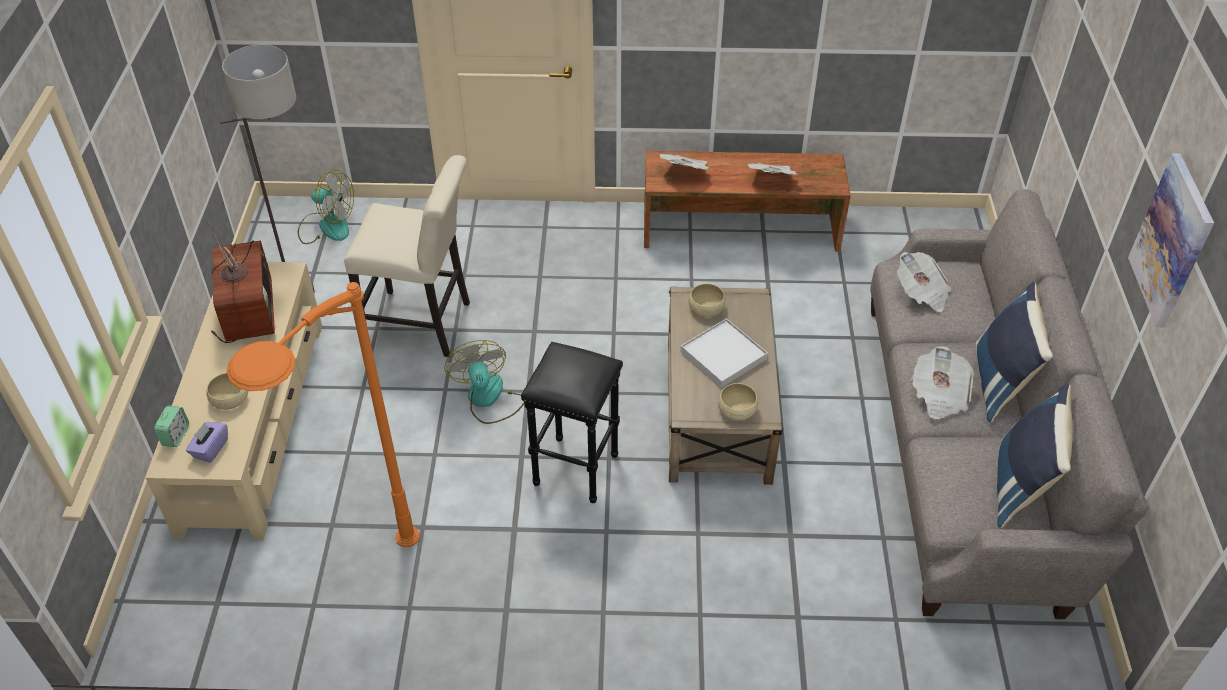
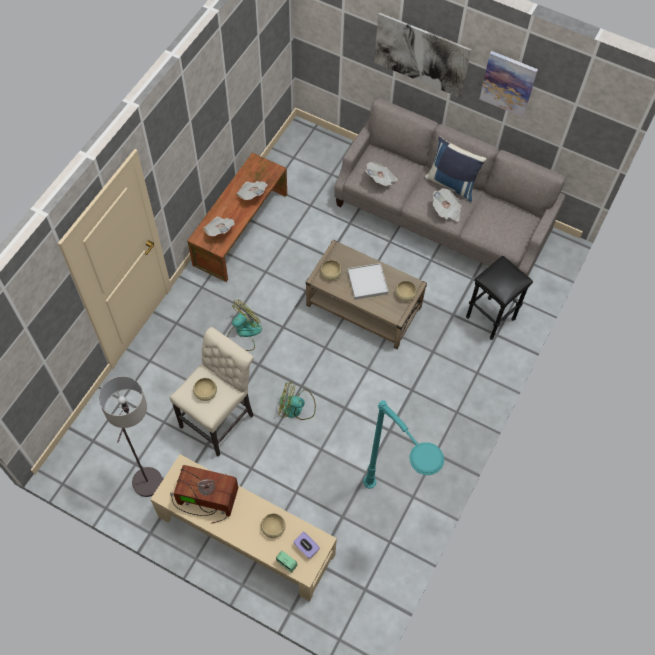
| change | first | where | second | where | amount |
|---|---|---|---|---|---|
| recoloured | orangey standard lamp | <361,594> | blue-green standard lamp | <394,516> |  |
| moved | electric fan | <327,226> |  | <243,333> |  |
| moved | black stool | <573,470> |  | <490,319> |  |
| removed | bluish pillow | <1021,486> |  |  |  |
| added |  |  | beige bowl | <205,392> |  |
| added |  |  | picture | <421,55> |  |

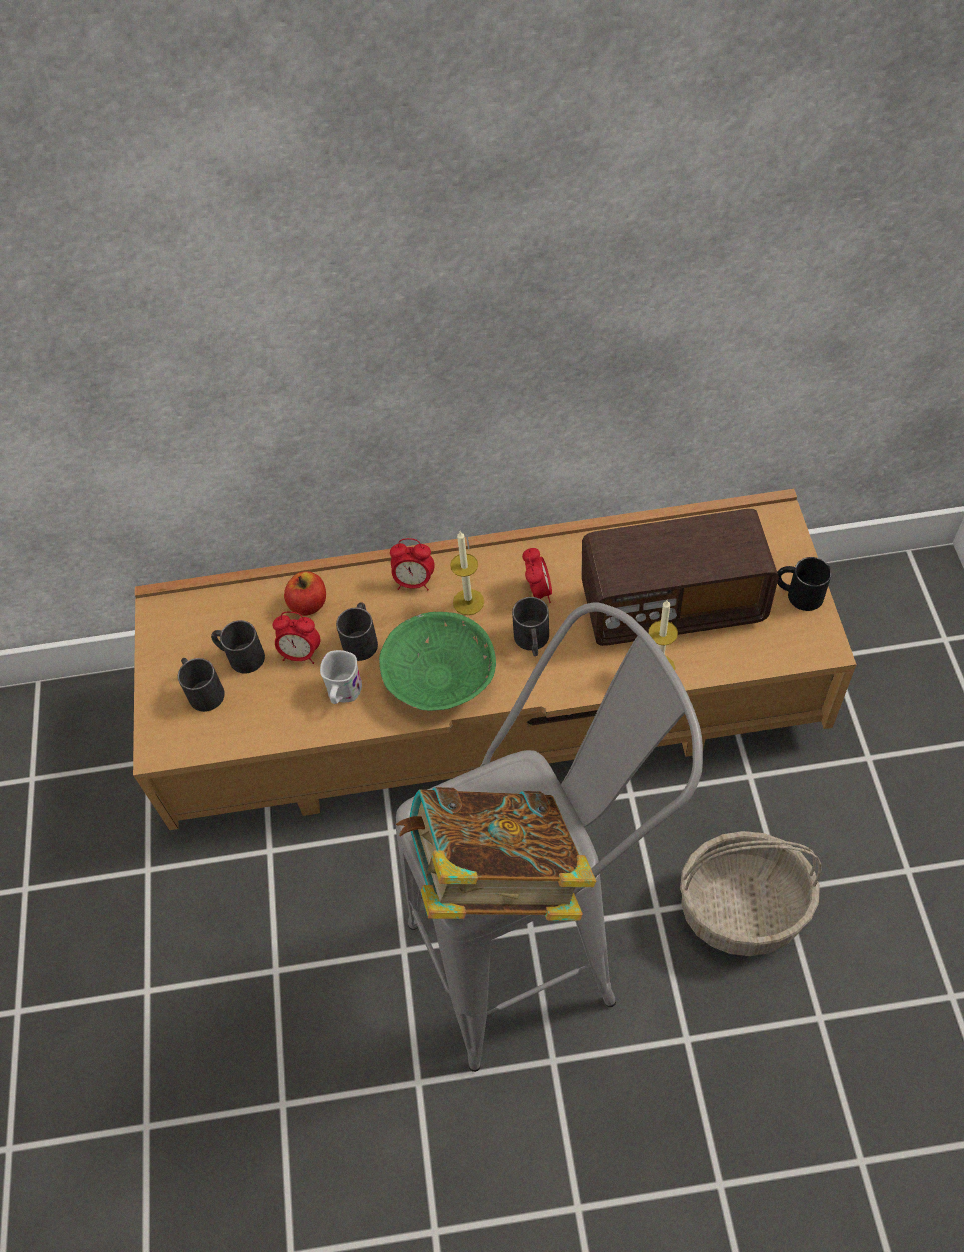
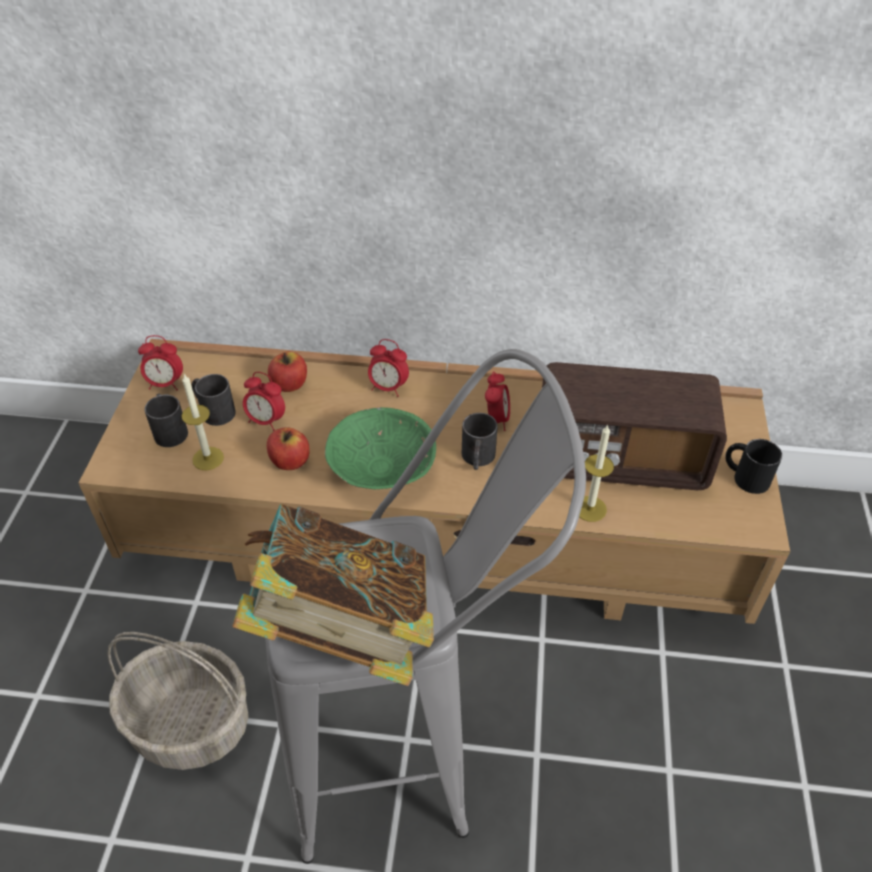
| change | first | where | second | where | amount |
|---|---|---|---|---|---|
| replaced | white mug | <343,694> | apple fruit | <290,461> |  |
| removed | black mug | <361,639> |  |  |  |
| moved | candle | <468,602> |  | <208,458> |  |
| moved | basket | <743,908> |  | <192,723> |  |
| added |  |  | table clock | <165,384> |  |

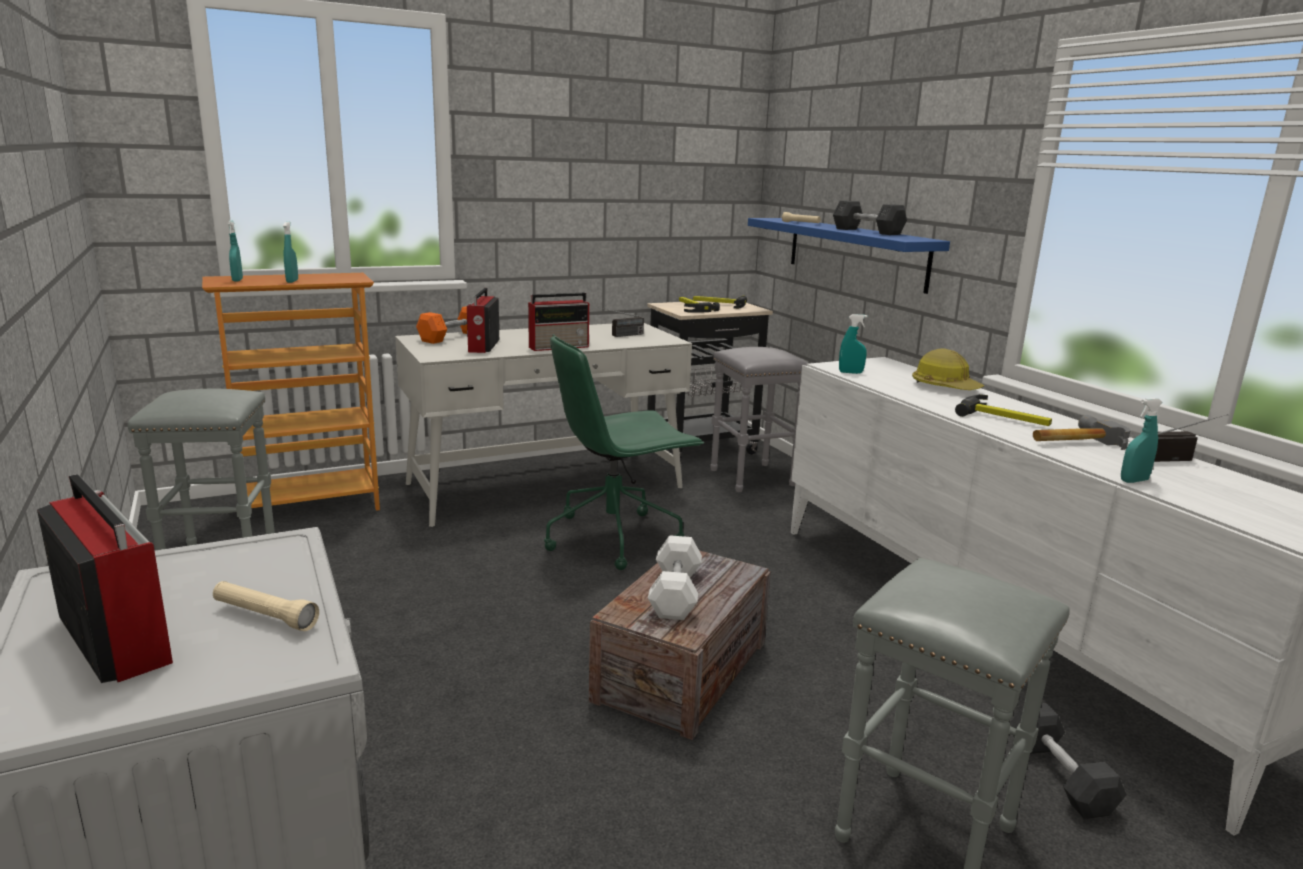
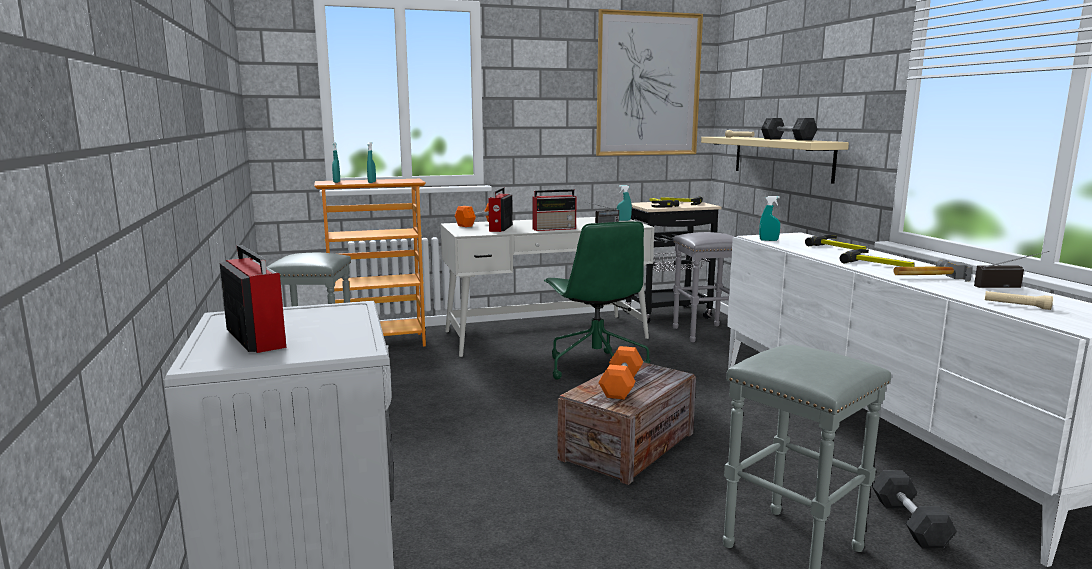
| change | first | where | second | where | amount |
|---|---|---|---|---|---|
| moved | beige torch | <265,616> |  | <1016,305> |  |
| turned | green-coloured office chair | <618,537> |  | <594,367> | 90 degrees counterclockwise |
| recoloured | white free weight | <675,593> | orangey free weight | <621,385> |  |
| recoloured | bluish wall shelf | <855,252> | beige wall shelf | <781,157> |  |
| replaced | work helmet | <944,387> | tool hammer | <840,248> |  |
| moved | blue-green sprayer | <1134,481> |  | <623,220> |  |
| added |  |  | picture | <648,84> |  |

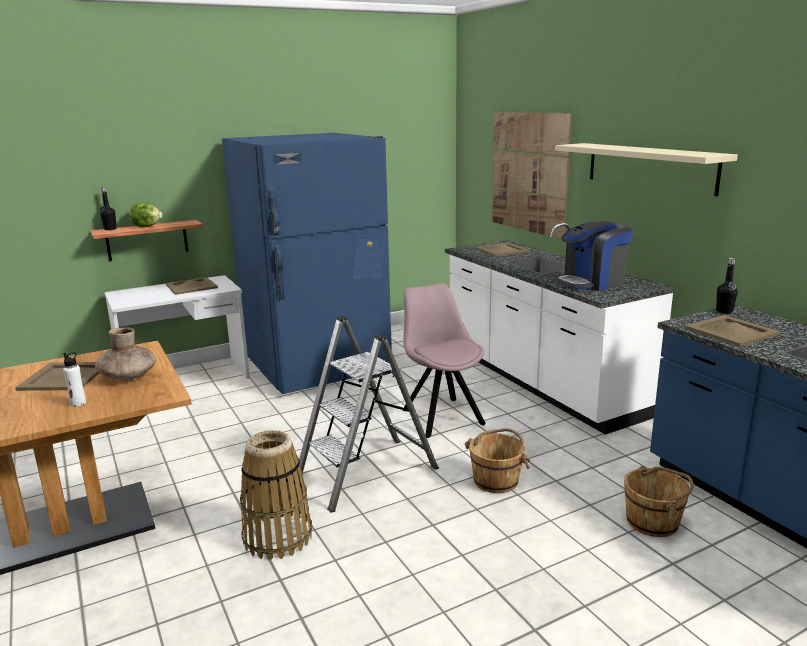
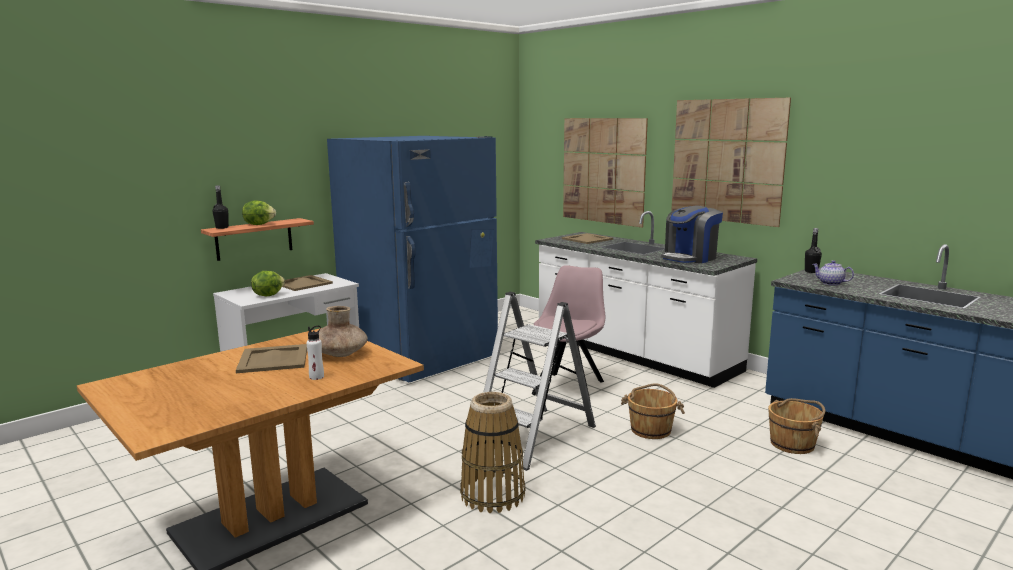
| change | first | where | second | where | amount |
|---|---|---|---|---|---|
| turned | pink-coloured chair | <442,417> |  | <569,387> | 60 degrees clockwise |
| replaced | beige wall shelf | <649,167> | picture | <727,161> |  |
| replaced | beige serving tray | <731,331> | teapot | <830,283> |  |
| added |  |  | lettuce | <268,295> |  |

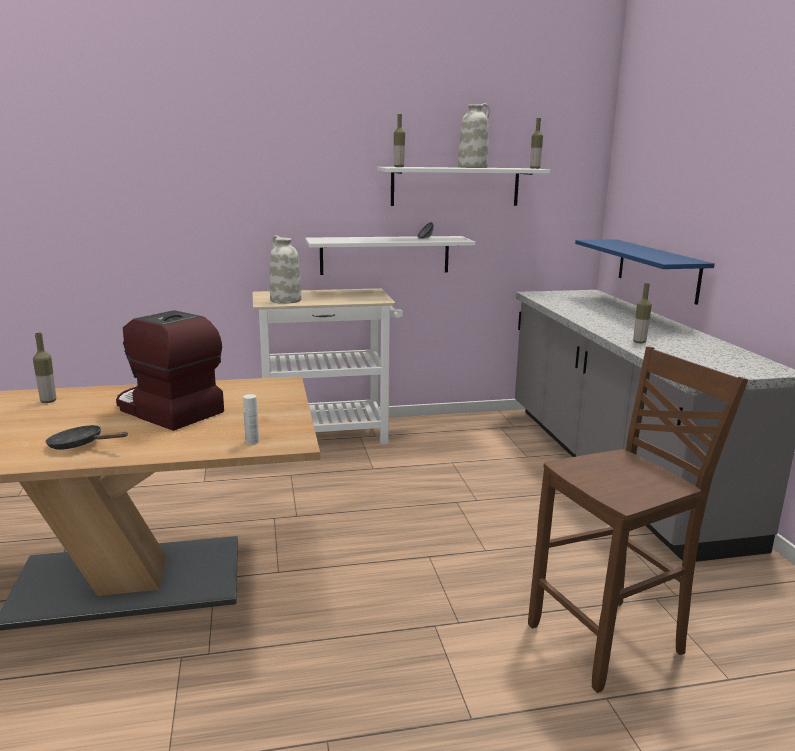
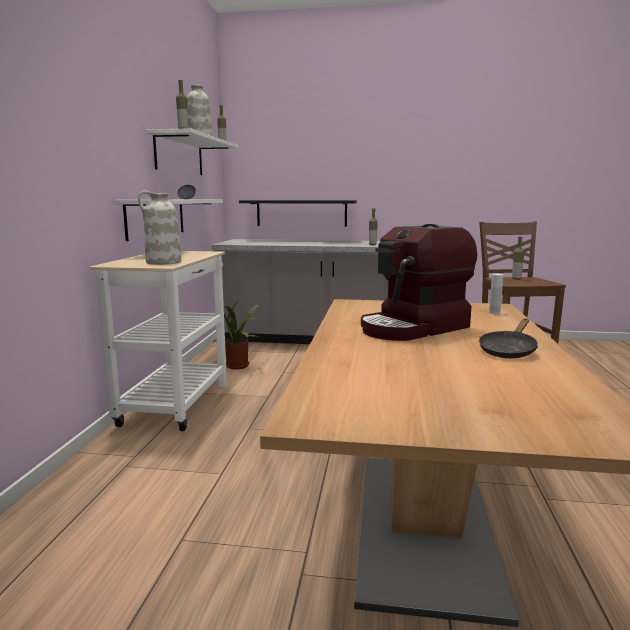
| change | first | where | second | where | amount |
|---|---|---|---|---|---|
| moved | beverage bottle | <48,401> |  | <516,279> |  |
| recoloured | bluish wall shelf | <657,270> | black wall shelf | <301,213> |  |
| added |  |  | houseplant | <239,366> |  |

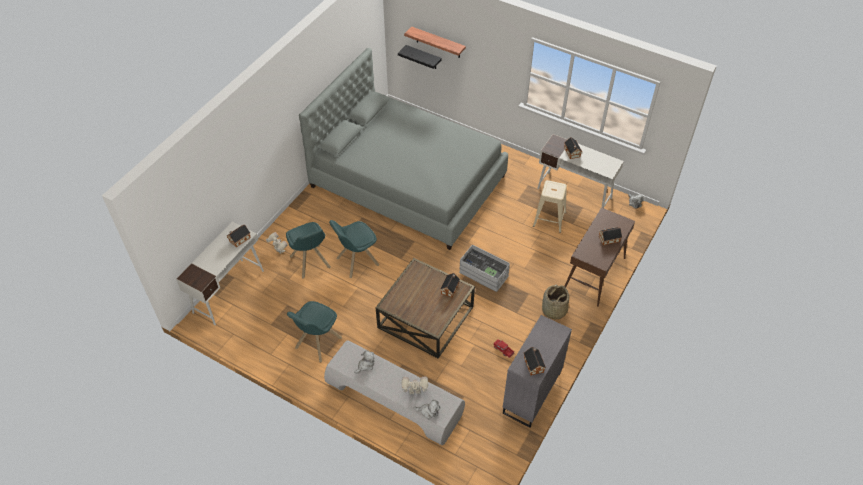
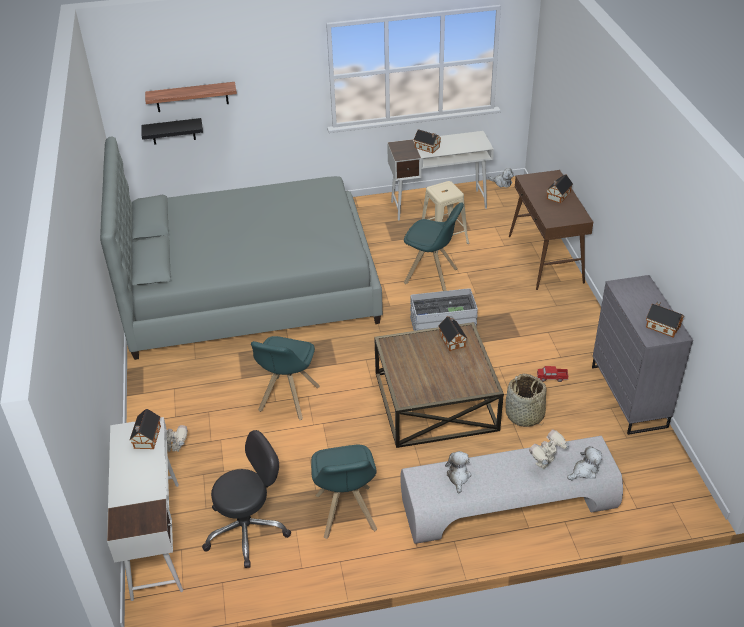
| change | first | where | second | where | amount |
|---|---|---|---|---|---|
| moved | blue-green chair | <310,262> |  | <431,276> |  |
| moved | basket | <554,310> |  | <524,415> |  |
| added |  |  | black office chair | <250,528> |  |

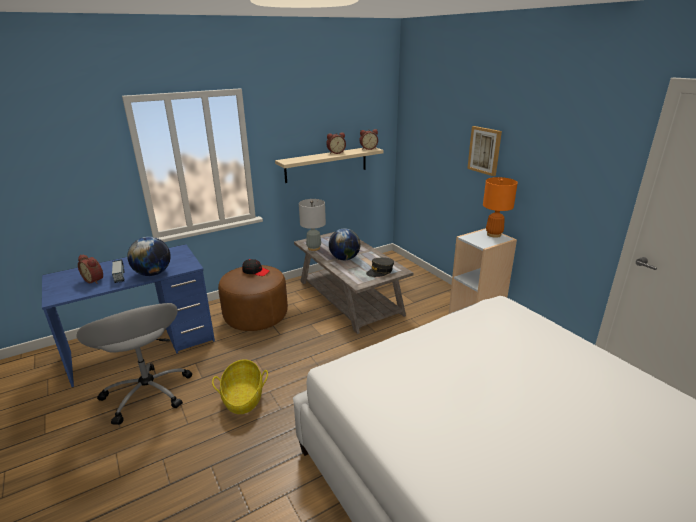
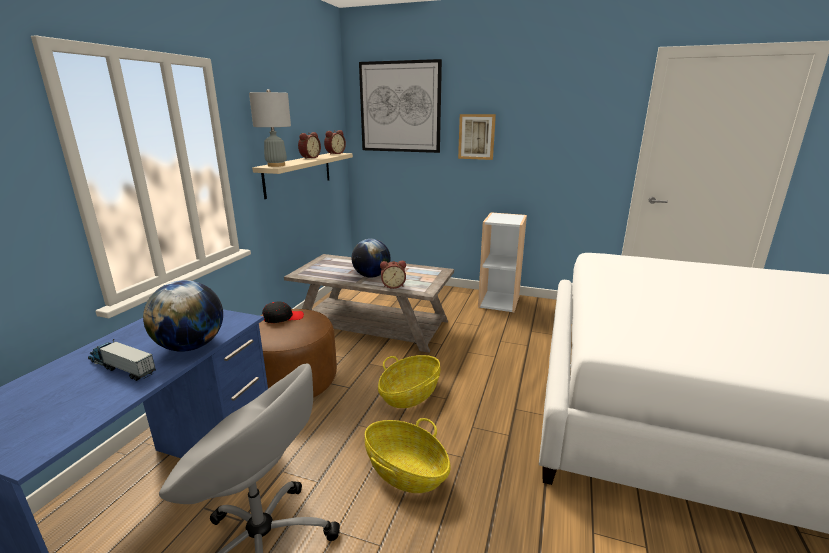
| change | first | where | second | where | amount |
|---|---|---|---|---|---|
| moved | table clock | <95,280> |  | <393,286> |  |
| moved | greyish lamp for a table | <314,248> |  | <276,165> |  |
| removed | greyish peaked cap | <380,271> |  |  |  |
| removed | orangey lamp for a table | <493,234> |  |  |  |
| added |  |  | picture | <400,107> |  |
| added |  |  | basket | <410,394> |  |

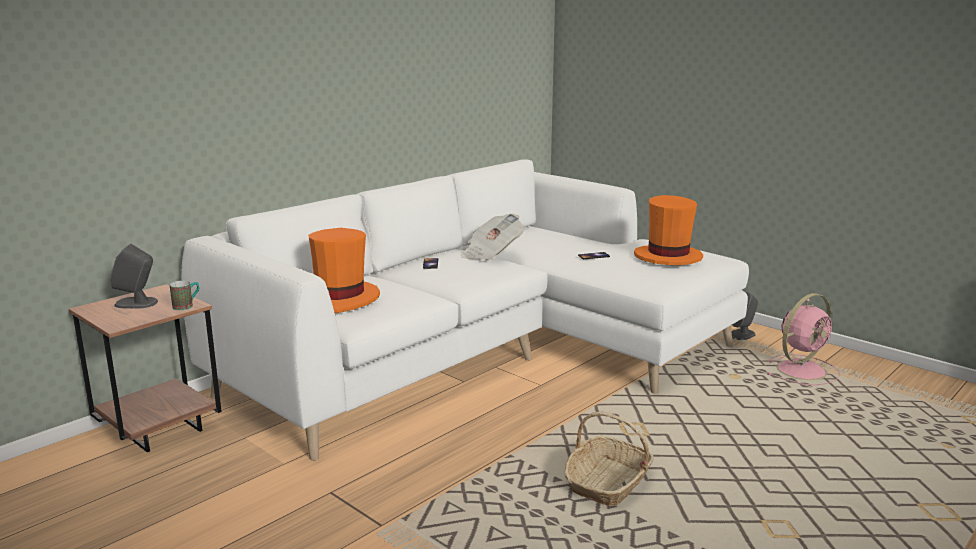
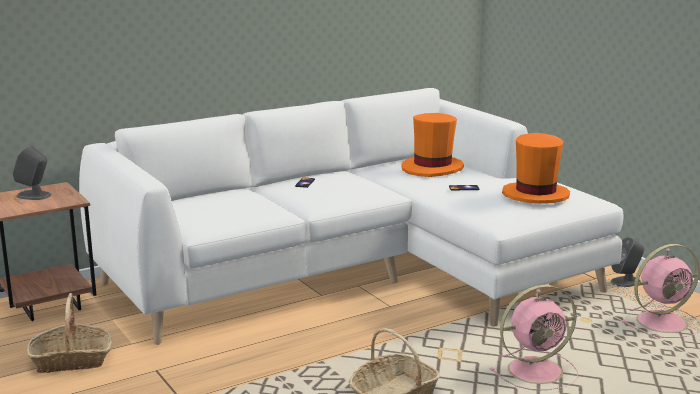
| change | first | where | second | where | amount |
|---|---|---|---|---|---|
| removed | mug | <187,306> |  |  |  |
| moved | orangey wearable hat | <340,299> |  | <432,168> |  |
| removed | daily paper | <491,254> |  |  |  |
| added |  |  | basket | <71,360> |  |
| added |  |  | pink-coloured electric fan | <537,370> |  |

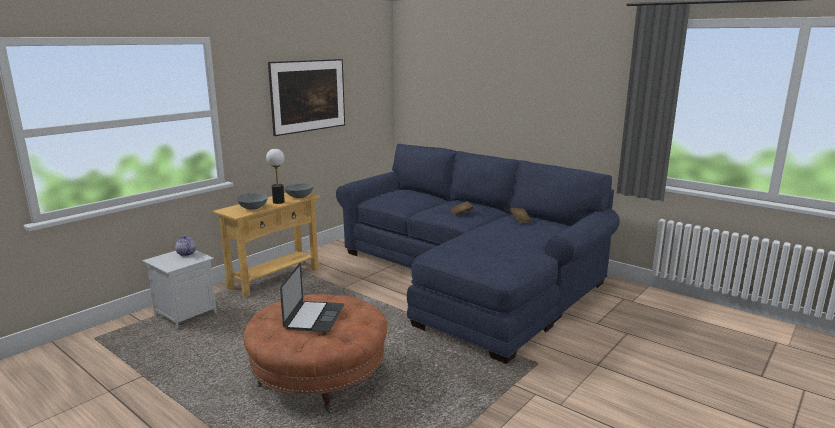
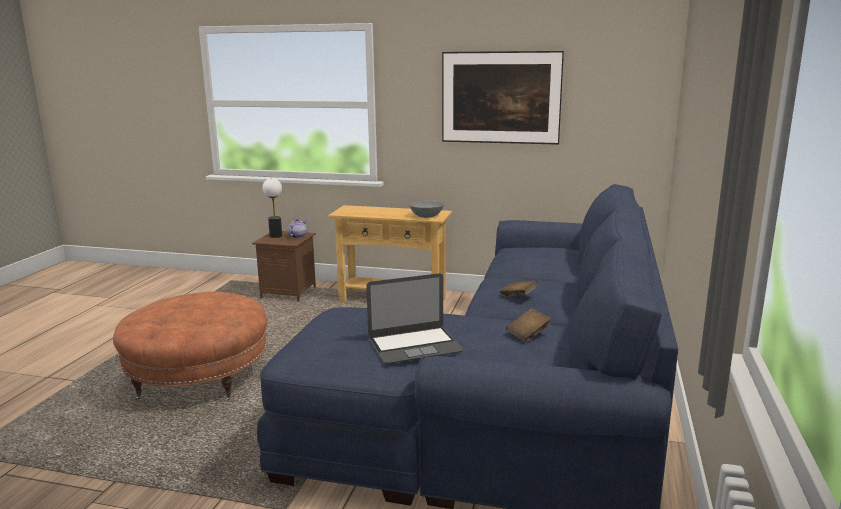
| change | first | where | second | where | amount |
|---|---|---|---|---|---|
| recoloured | greyish bedside table | <186,314> | brown-coloured bedside table | <290,293> |  |
| removed | greyish bowl | <252,208> |  |  |  |
| moved | lamp for a table | <278,202> |  | <276,236> |  |
| moved | notebook computer | <314,316> |  | <414,345> |  |

